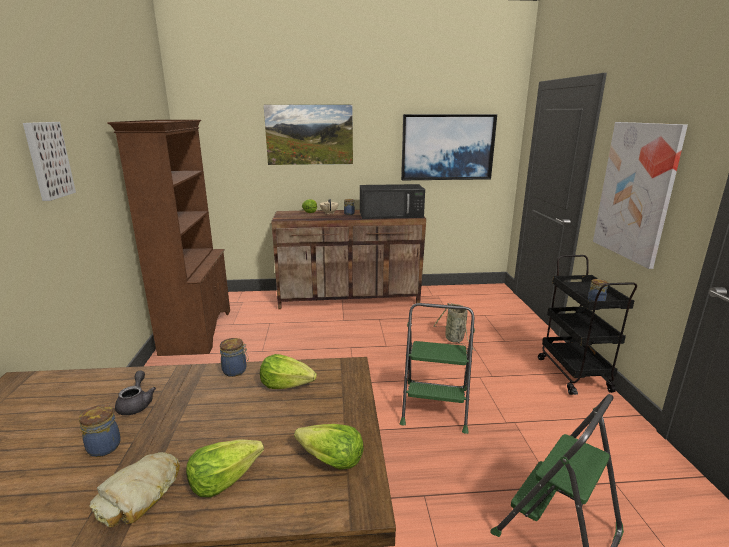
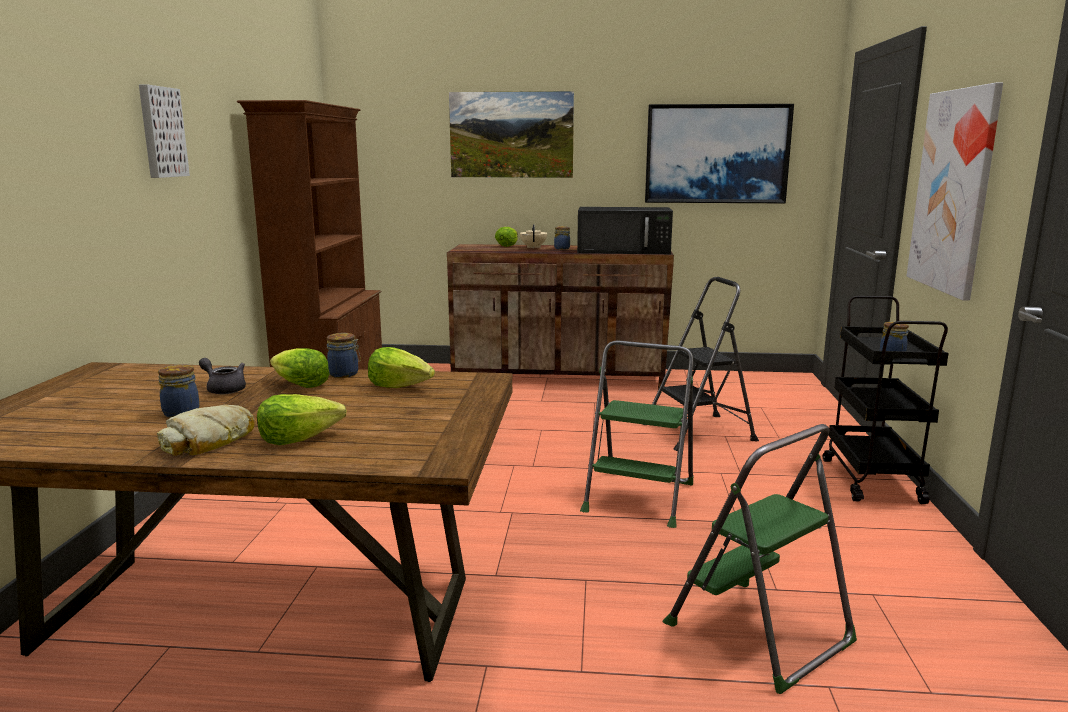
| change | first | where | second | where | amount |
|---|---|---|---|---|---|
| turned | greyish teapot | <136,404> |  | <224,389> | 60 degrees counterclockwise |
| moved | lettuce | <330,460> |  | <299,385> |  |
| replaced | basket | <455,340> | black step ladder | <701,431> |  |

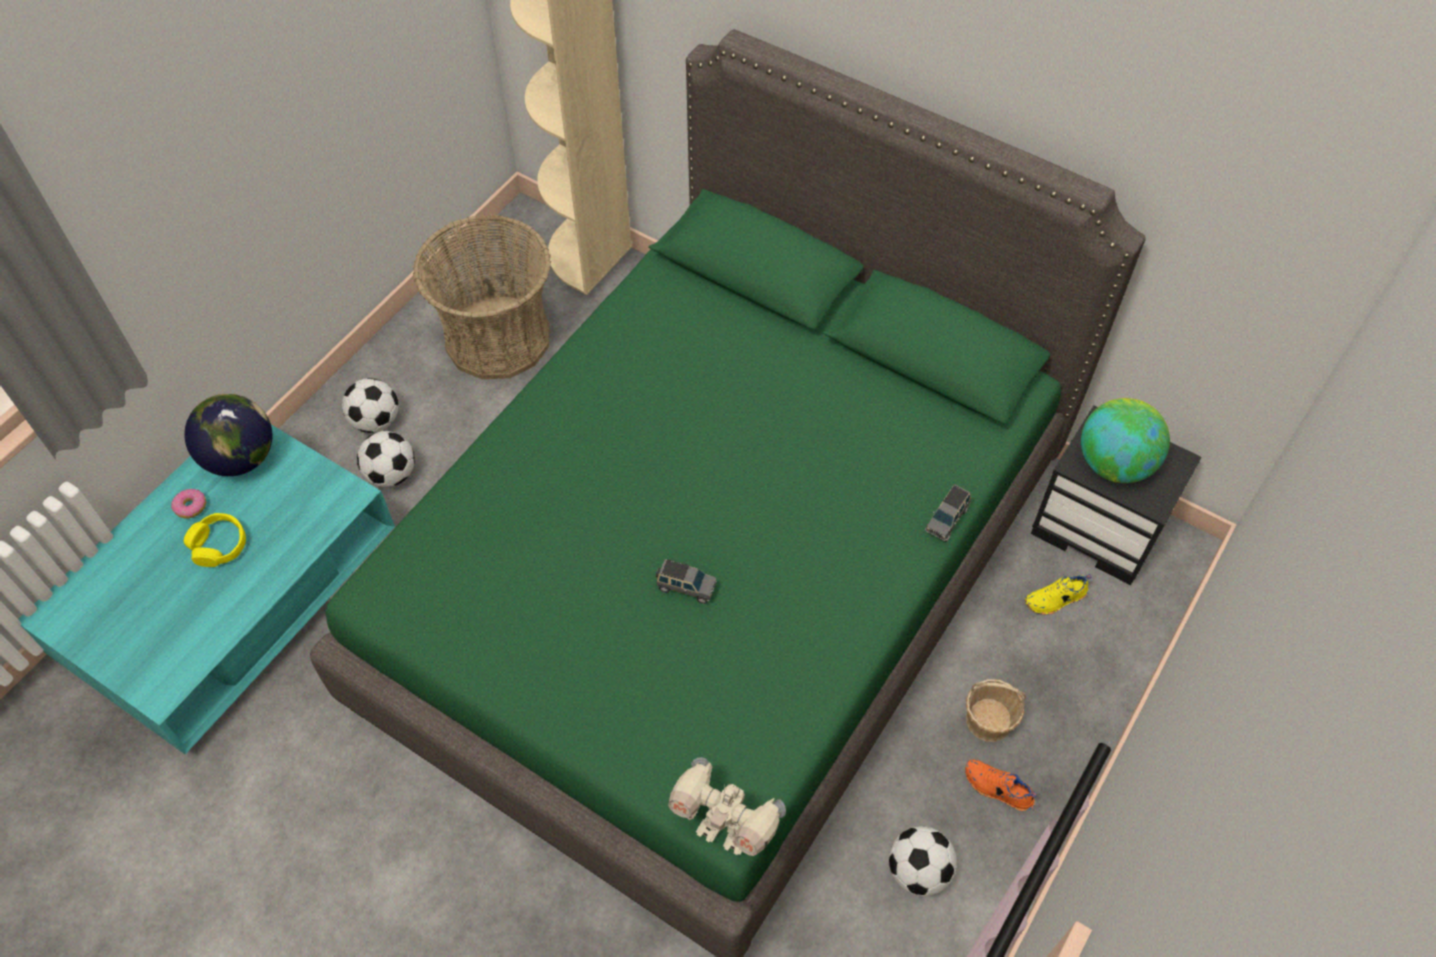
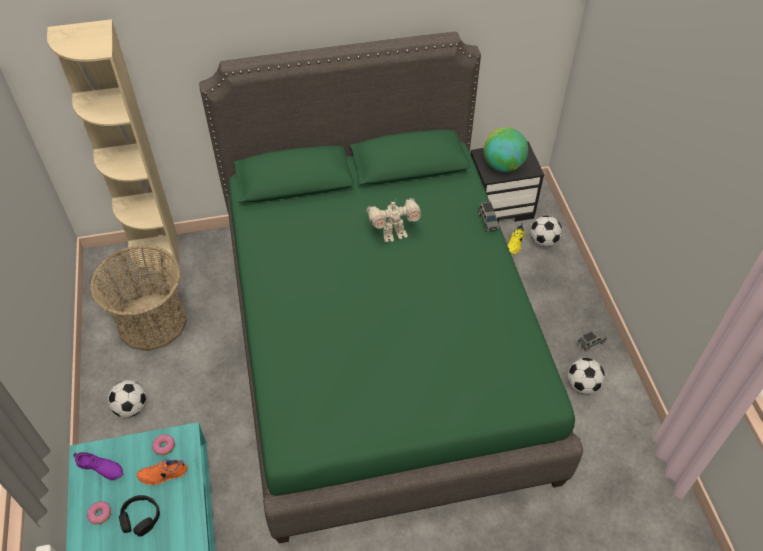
| change | first | where | second | where | amount |
|---|---|---|---|---|---|
| replaced | world globe | <241,457> | purple low shoe | <100,468> |  |
| recoloured | yellow headphones | <219,545> | black headphones | <140,518> |  |
| moved | ball for football | <391,474> |  | <543,241> |  |
| moved | greyish miniature car | <685,587> |  | <590,343> |  |
| moved | toy robot | <725,829> |  | <393,234> |  |
| moved | orangey low shoe | <997,789> |  | <163,475> |  |
| removed | basket | <989,720> |  |  |  |
| added |  |  | doughnut | <164,446> |  |

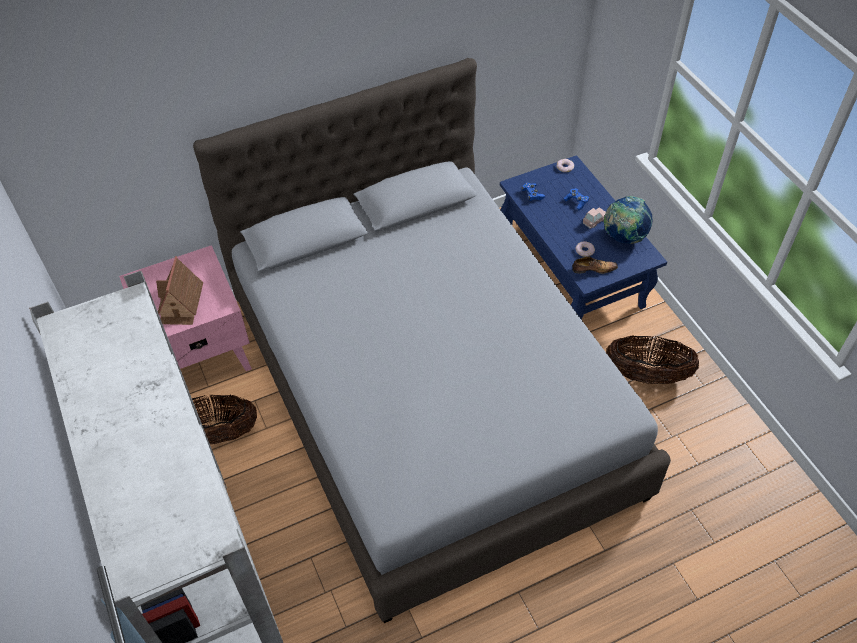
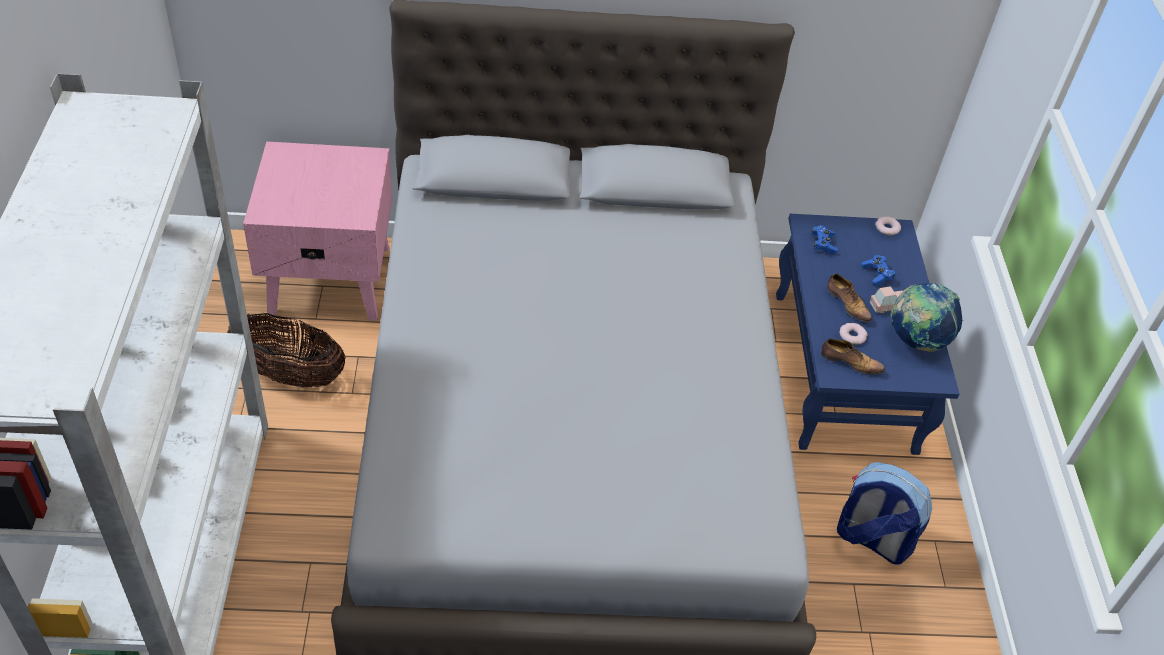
| change | first | where | second | where | amount |
|---|---|---|---|---|---|
| removed | toy house | <181,304> |  |  |  |
| replaced | basket | <646,375> | rucksack | <871,539> |  |
| added |  |  | low shoe | <847,304> |  |

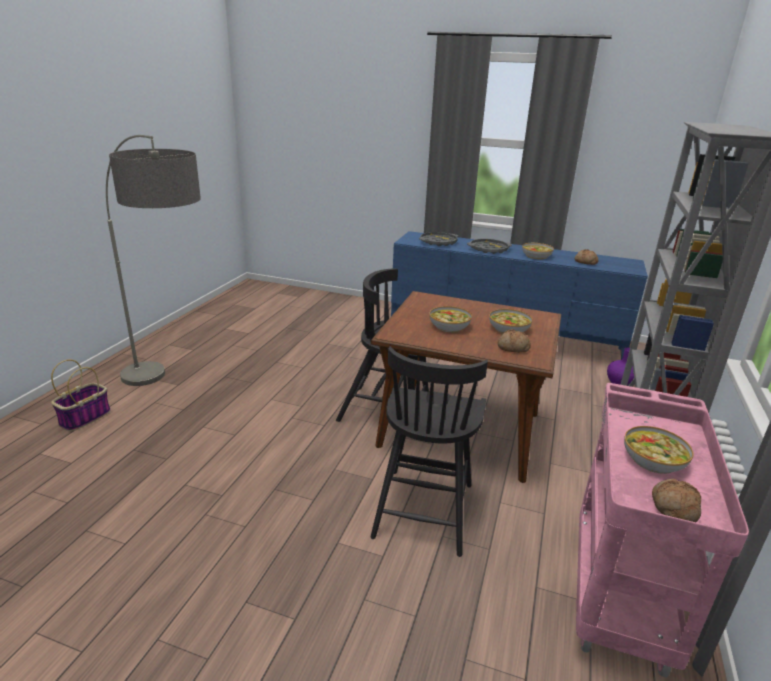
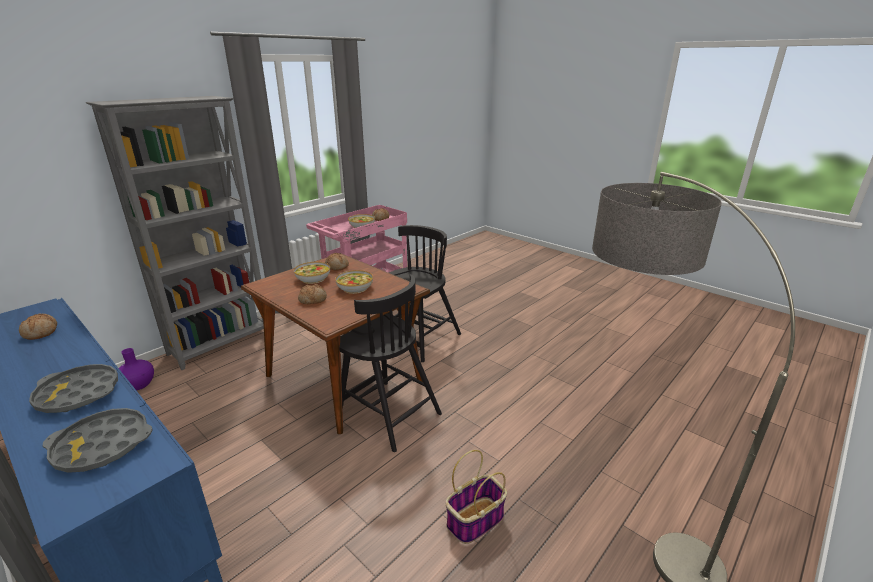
| change | first | where | second | where | amount |
|---|---|---|---|---|---|
| moved | basket | <85,417> |  | <475,521> |  |
| removed | bowl | <536,256> |  |  |  |
| added |  |  | bread | <313,299> |  |

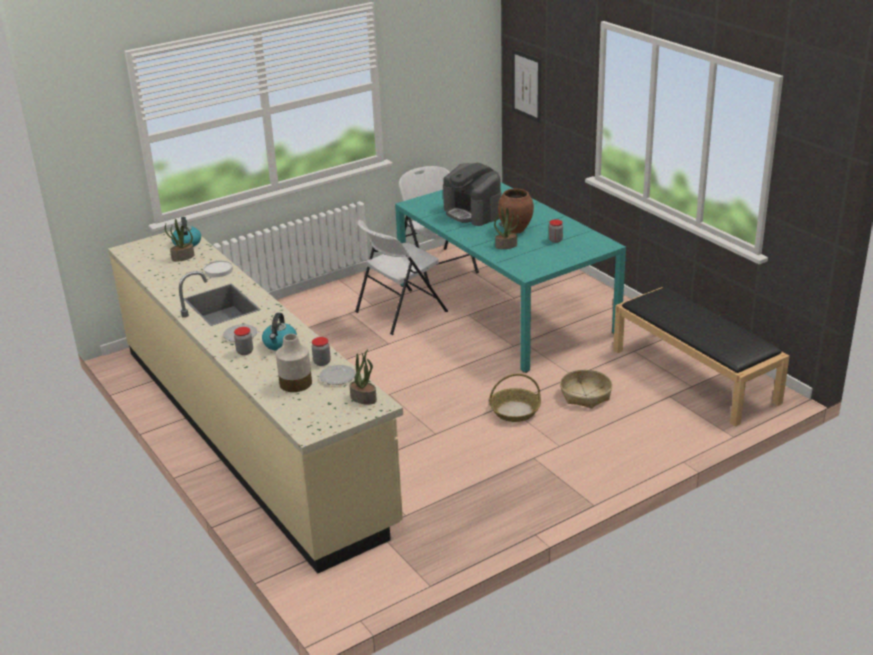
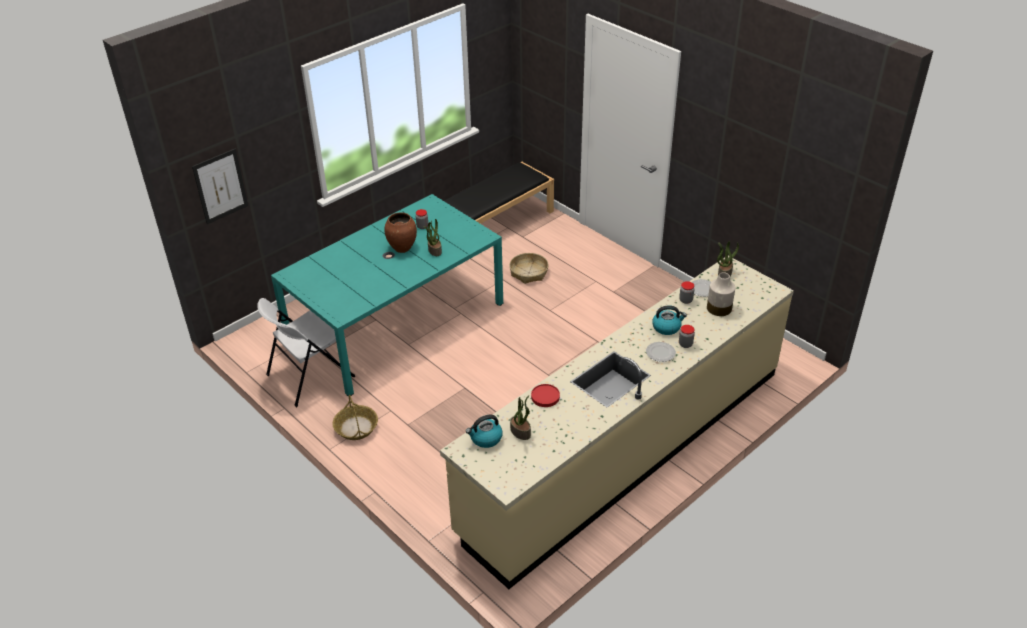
| change | first | where | second | where | amount |
|---|---|---|---|---|---|
| recoloured | white dinner plate | <218,270> | red-coloured dinner plate | <545,397> |  |
| removed | white chair | <401,311> |  |  |  |
| removed | coffee maker | <473,213> |  |  |  |
| moved | basket | <515,411> |  | <356,427> |  |

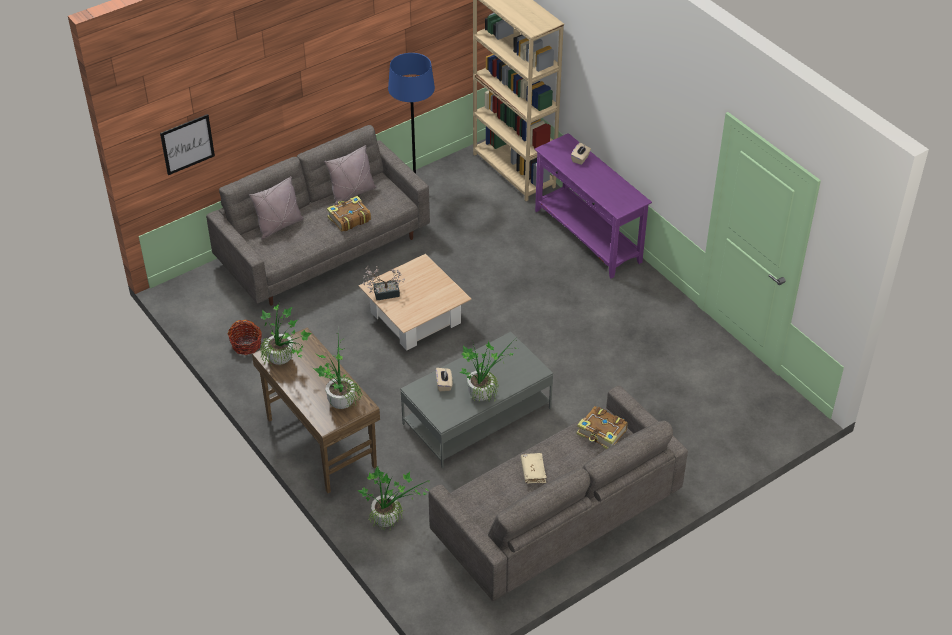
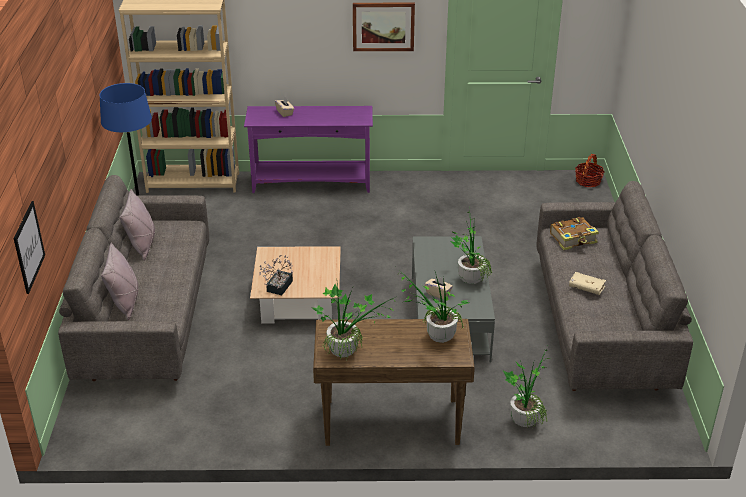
| change | first | where | second | where | amount |
|---|---|---|---|---|---|
| moved | basket | <246,345> |  | <588,181> |  |
| removed | book | <348,219> |  |  |  |
| added |  |  | picture | <383,26> |  |

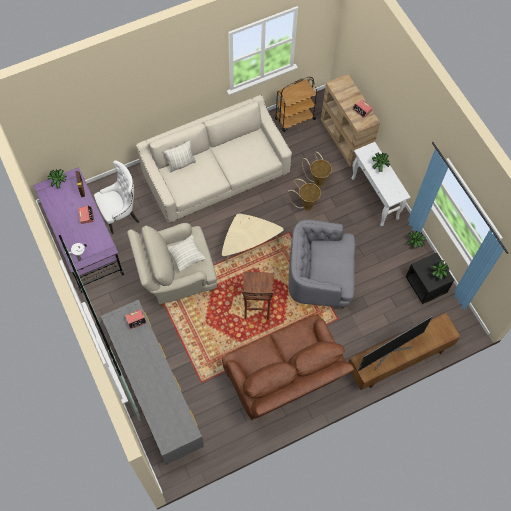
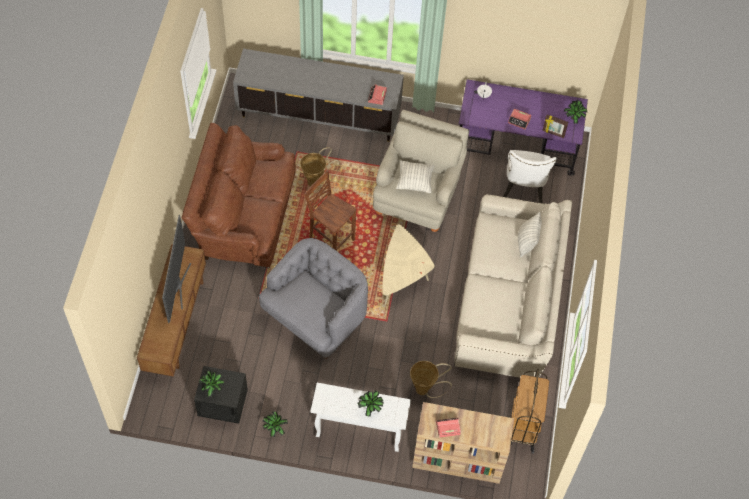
| change | first | where | second | where | amount |
|---|---|---|---|---|---|
| moved | basket | <305,205> |  | <316,182> |  |

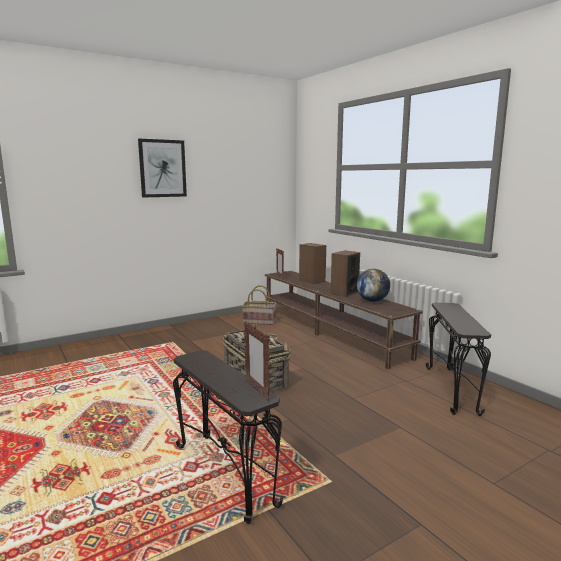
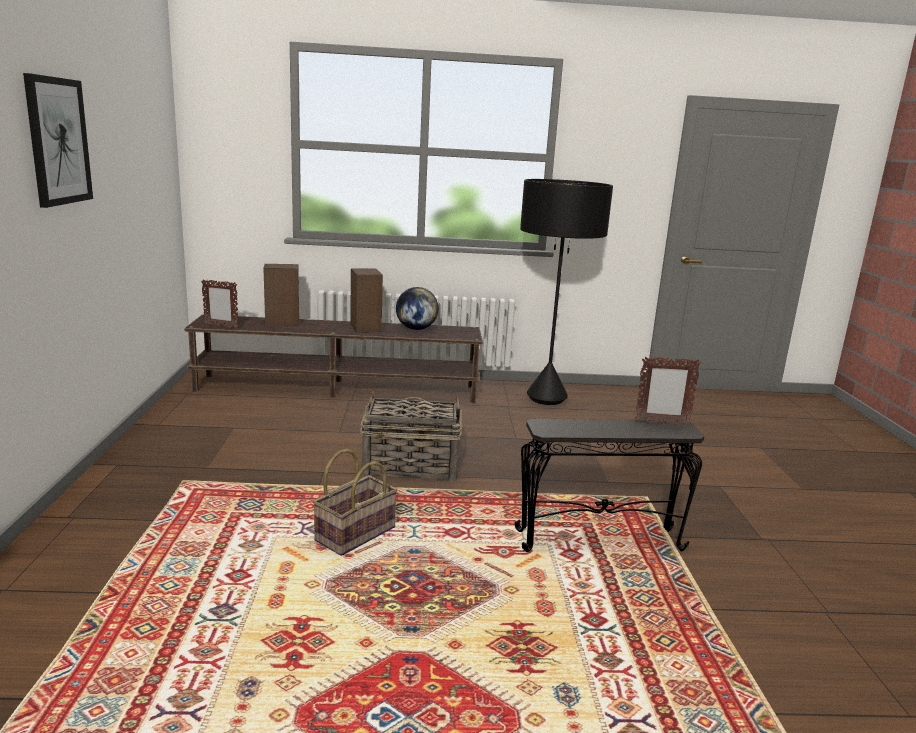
| change | first | where | second | where | amount |
|---|---|---|---|---|---|
| moved | basket | <259,321> |  | <355,533> |  |
| replaced | black end table | <451,390> | black standard lamp | <546,399> |  |

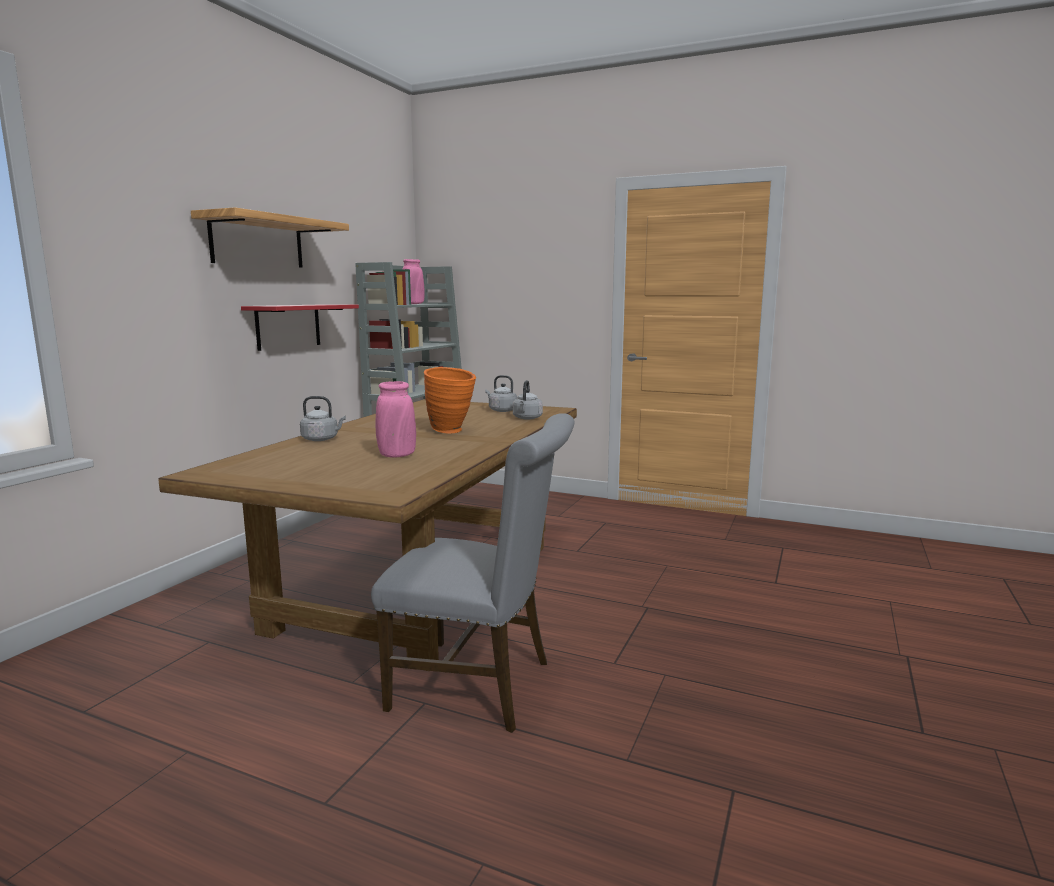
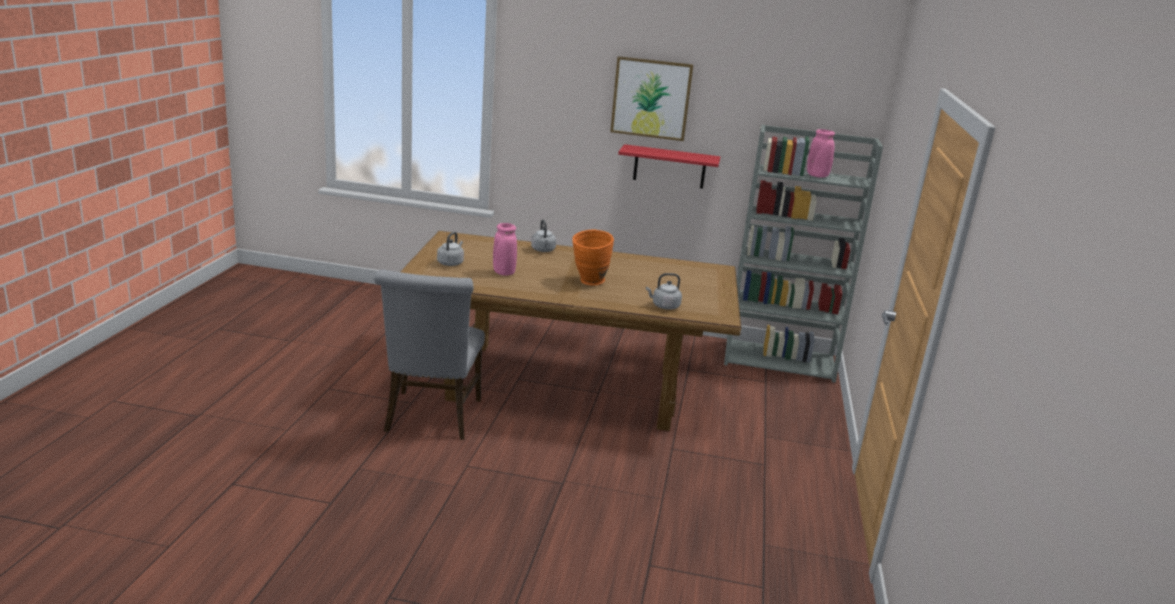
| change | first | where | second | where | amount |
|---|---|---|---|---|---|
| replaced | wall shelf | <257,242> | picture | <651,98> |  |
| moved | greyish tea kettle | <501,410> |  | <451,263> |  |

